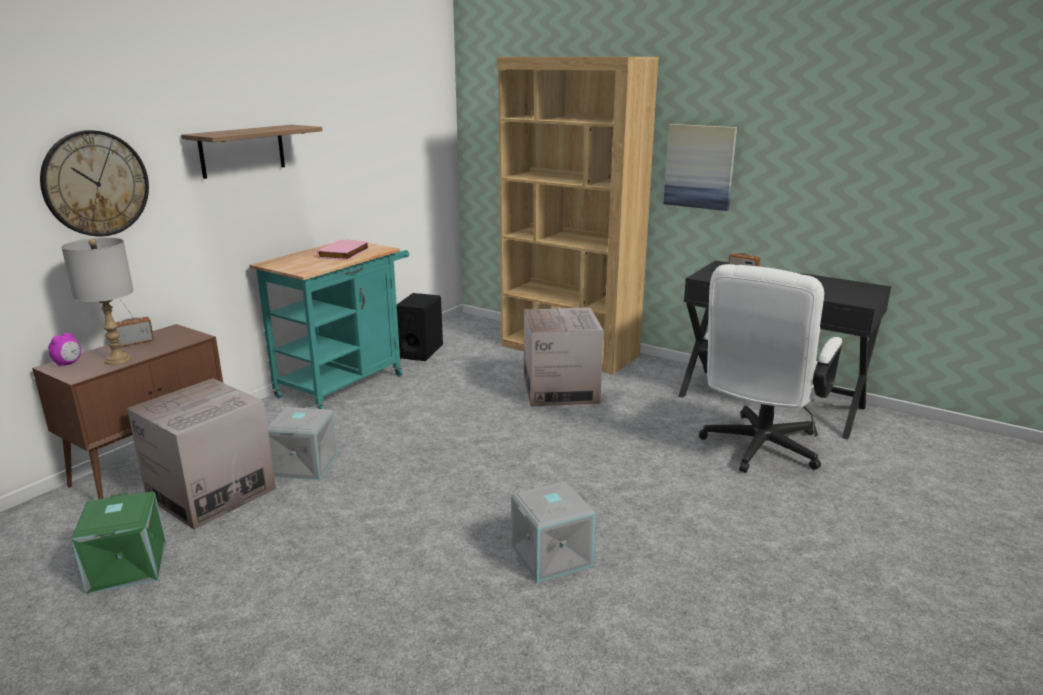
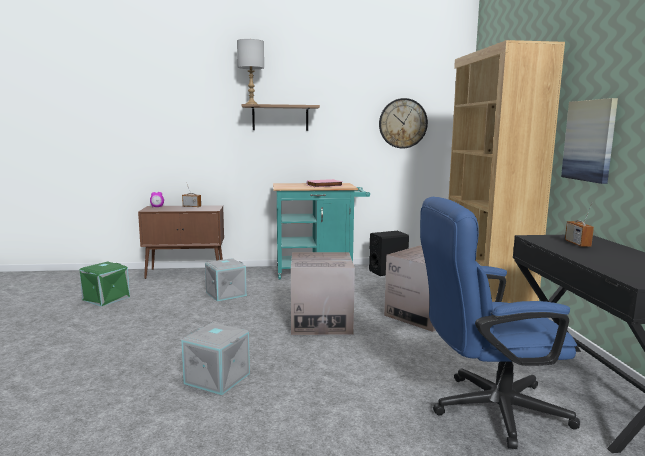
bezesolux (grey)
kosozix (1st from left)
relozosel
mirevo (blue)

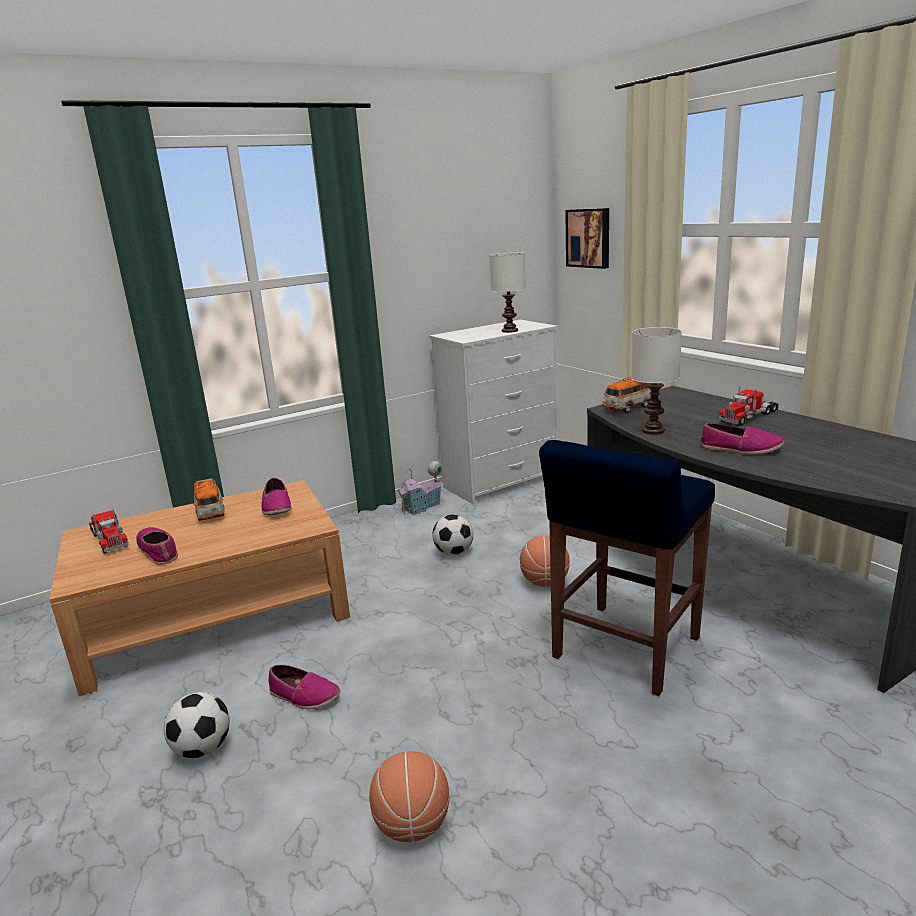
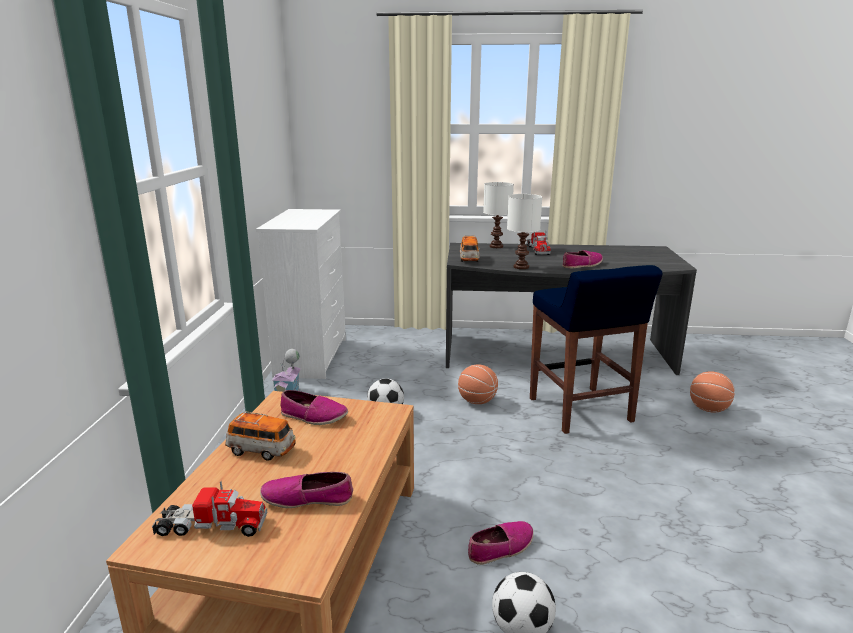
bezesolux (white) (1st from left)
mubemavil (2nd from left)
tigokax

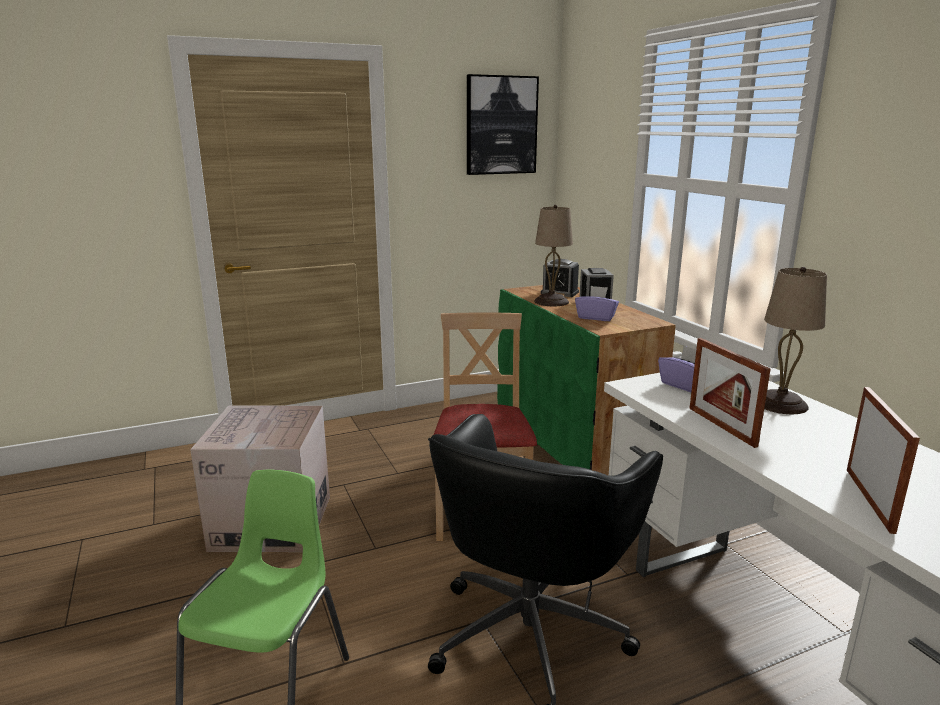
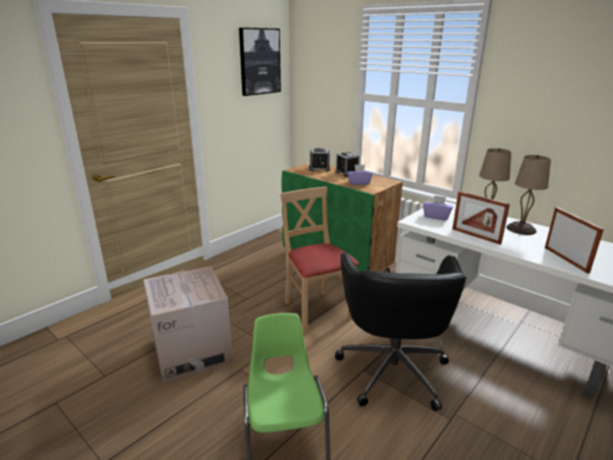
bezesolux (beige) (2nd from left)

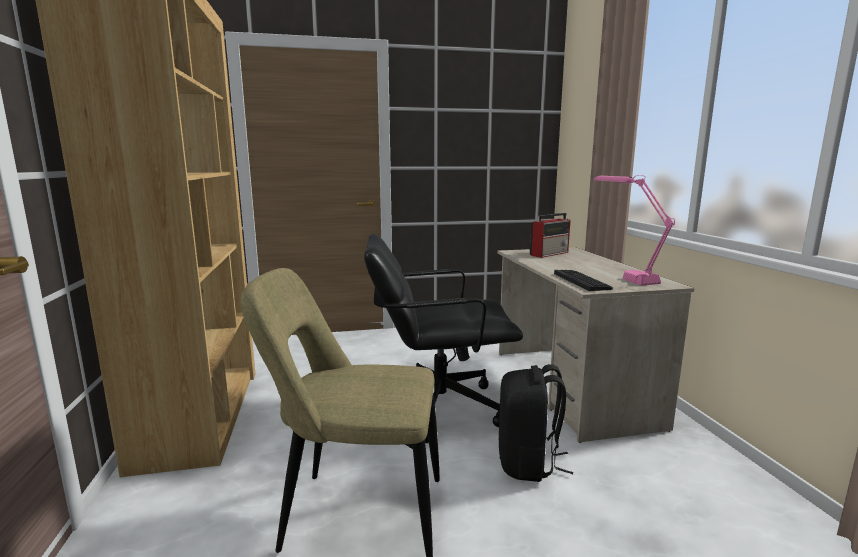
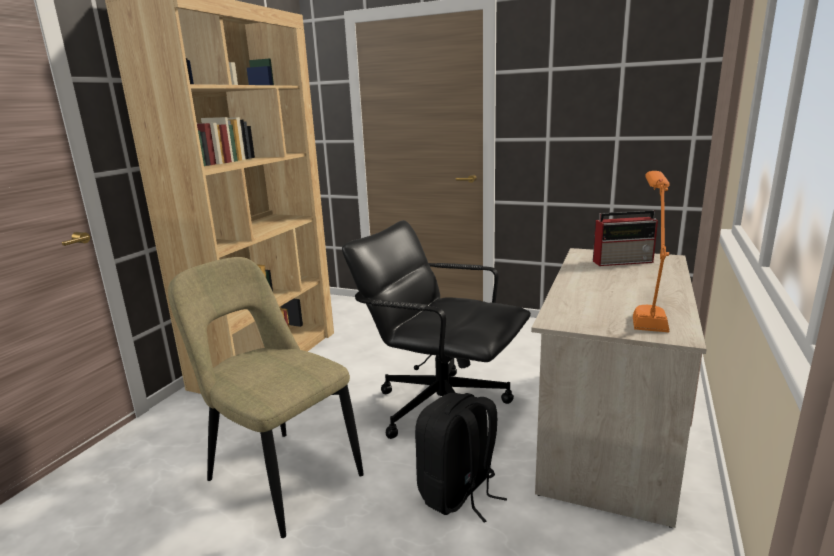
bezesolux (orange)
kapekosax

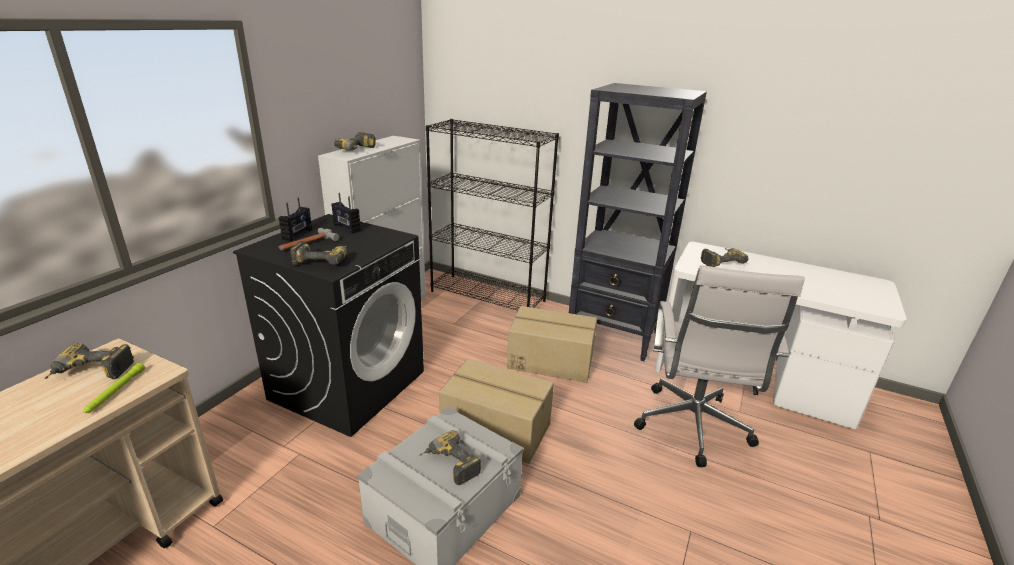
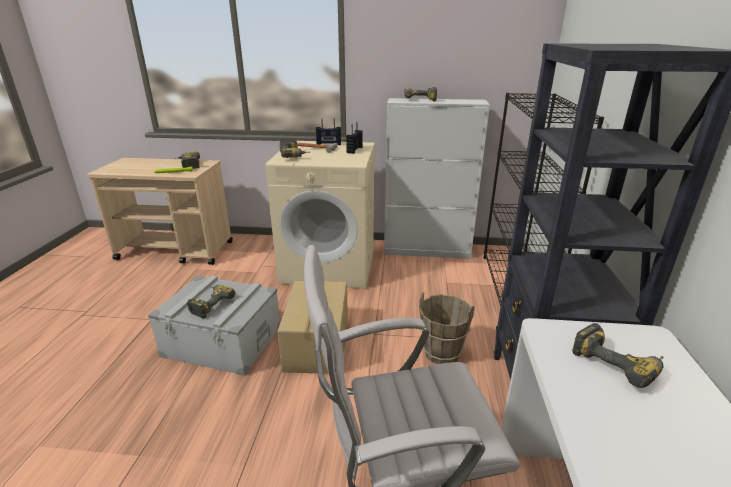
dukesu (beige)
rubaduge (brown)

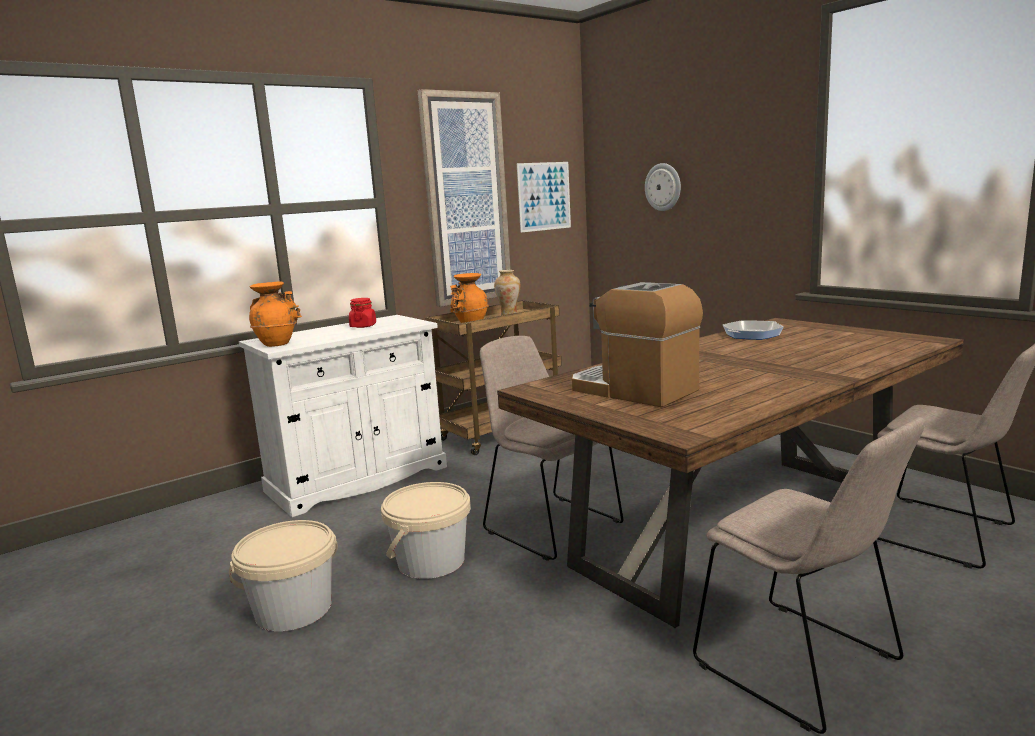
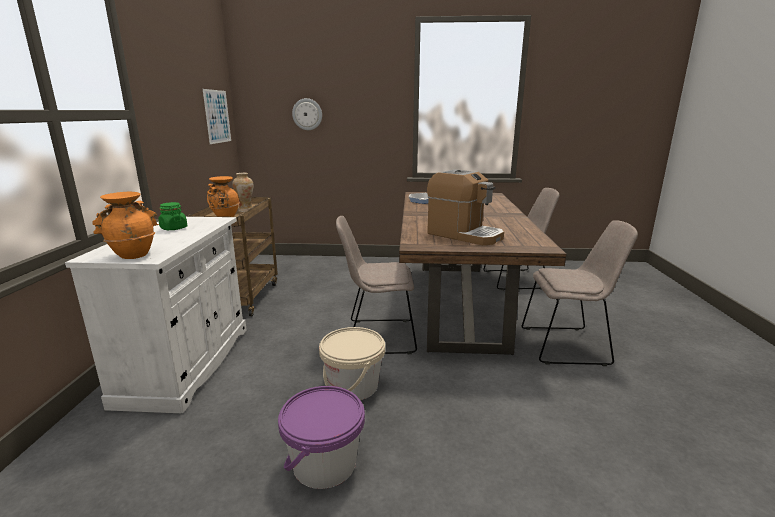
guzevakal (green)
rubaduge (purple)
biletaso
tigokax (1st from left in the first image)

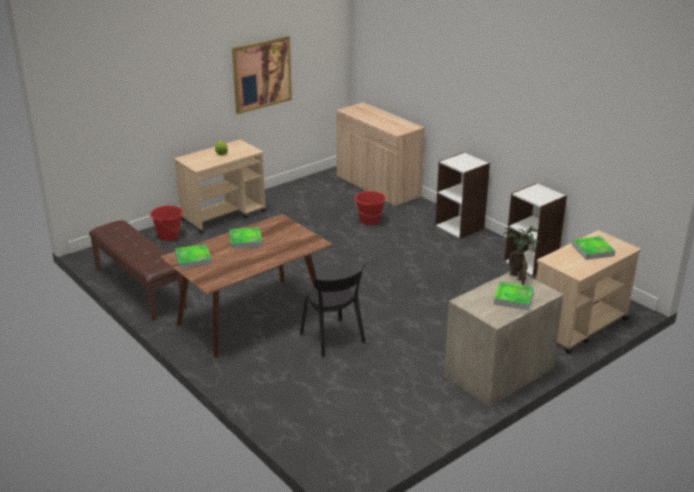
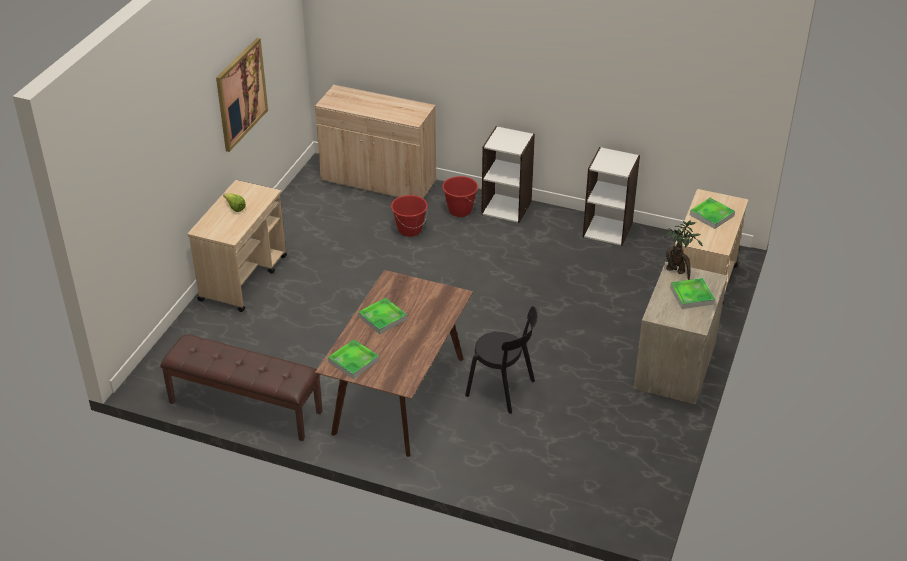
rubaduge (red) (2nd from left)

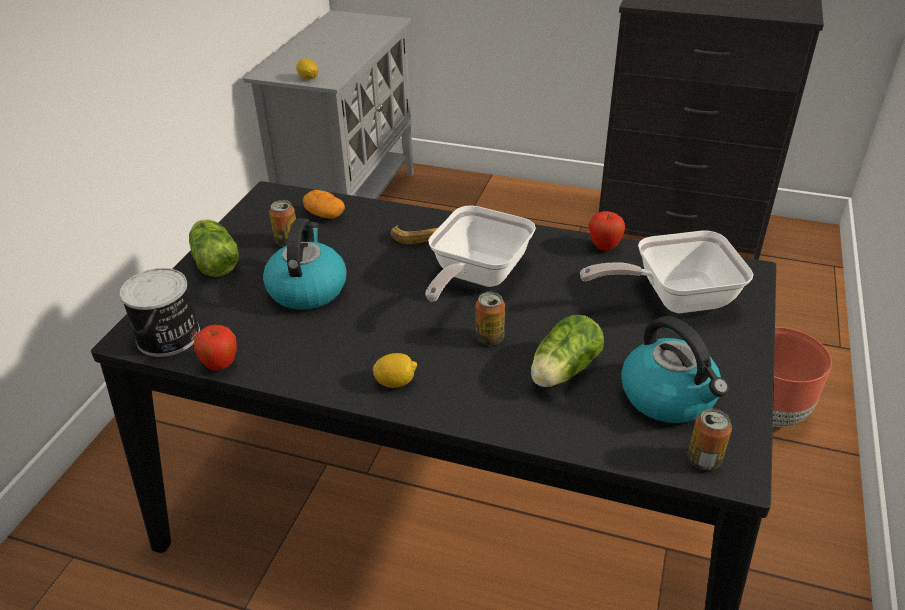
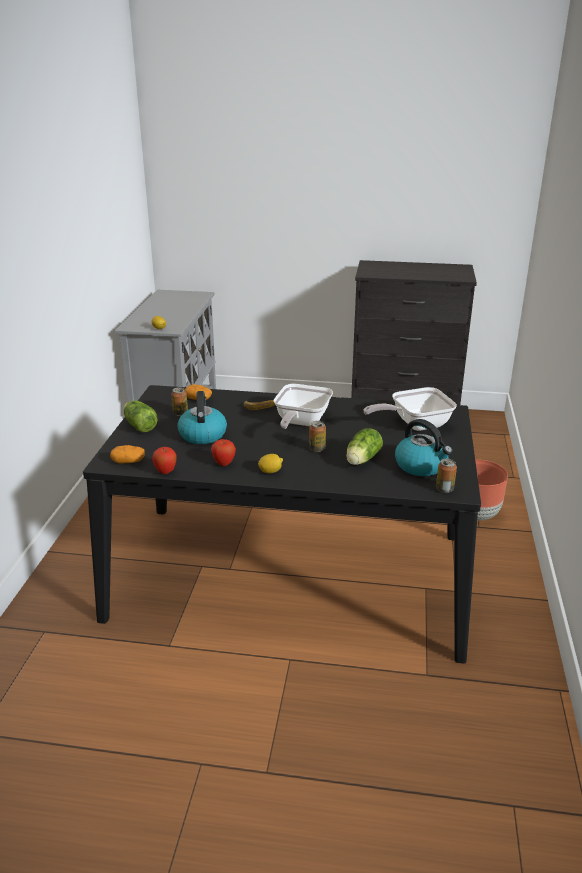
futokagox (1st from left)
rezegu (2nd from left)

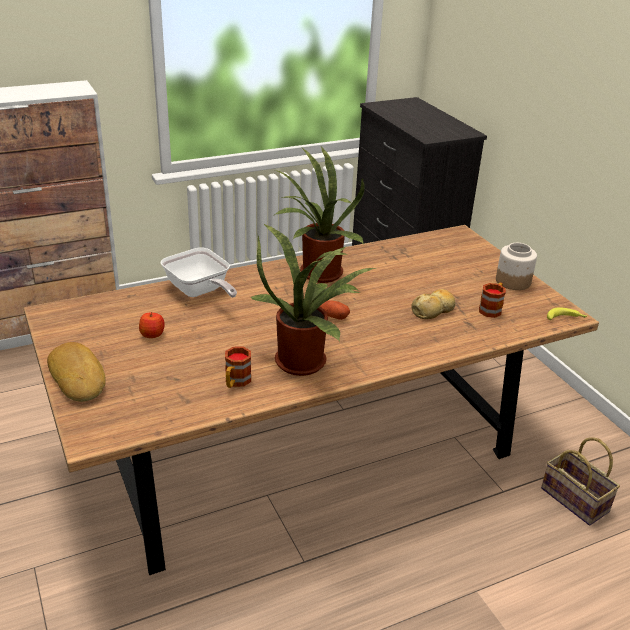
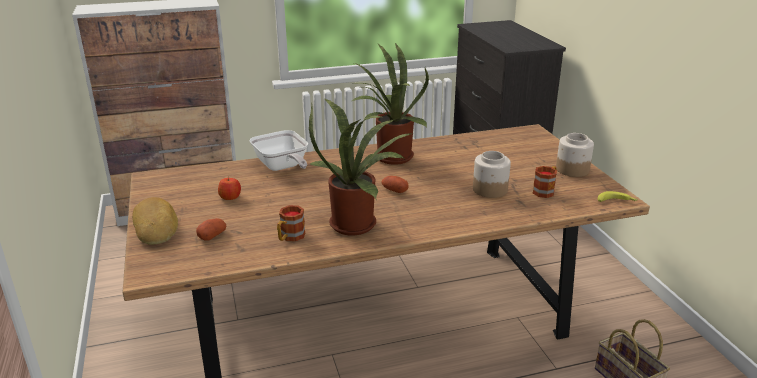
futokagox (1st from left)
guzevakal (1st from left)

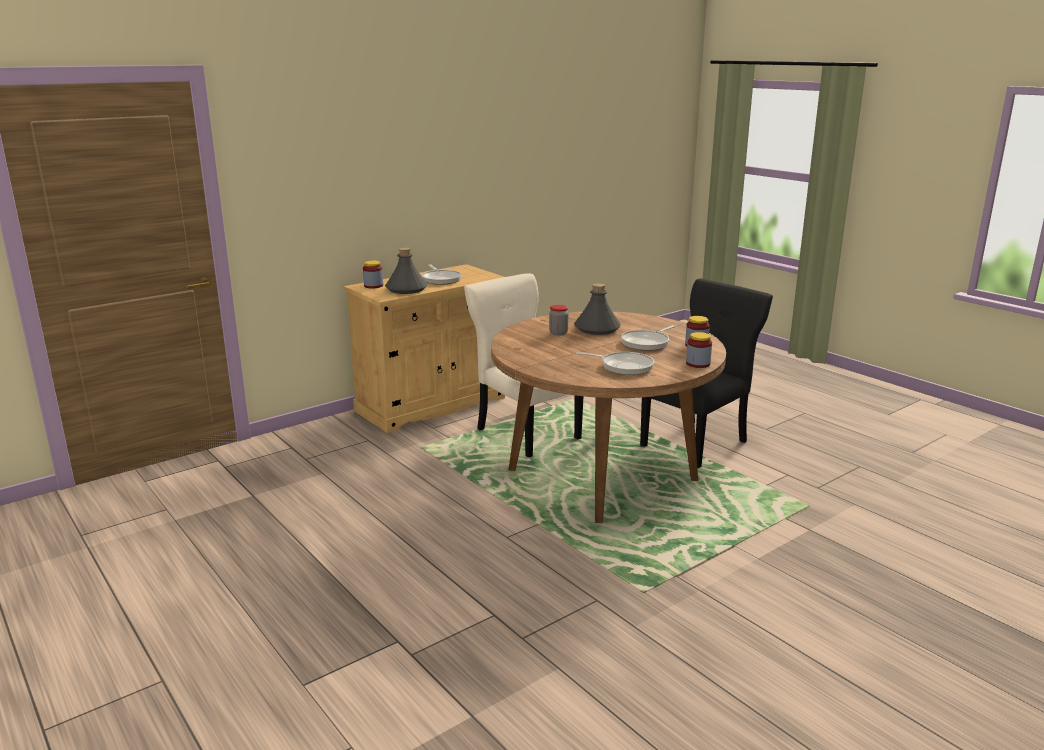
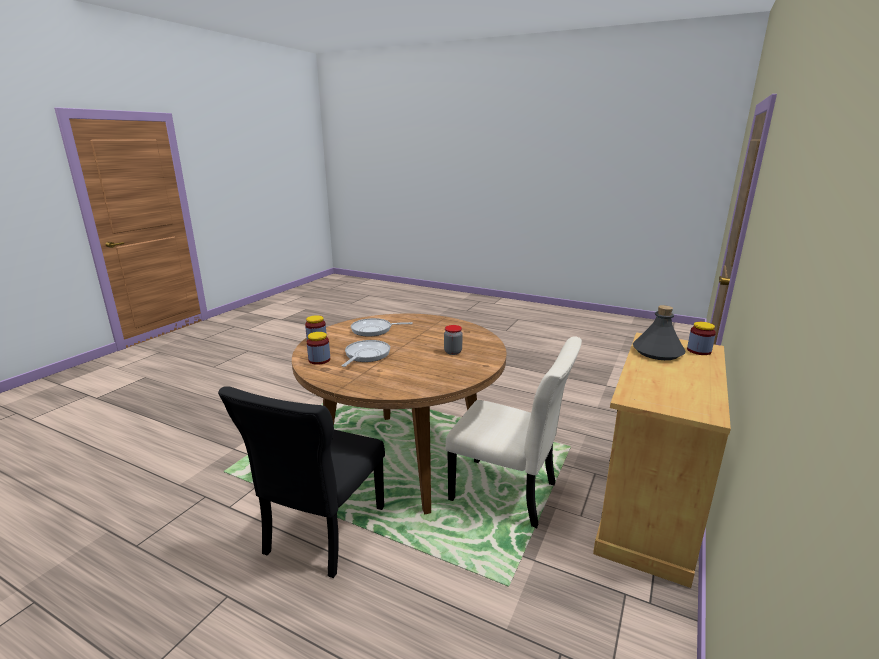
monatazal (1st from left in the first image)
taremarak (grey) (2nd from left in the first image)

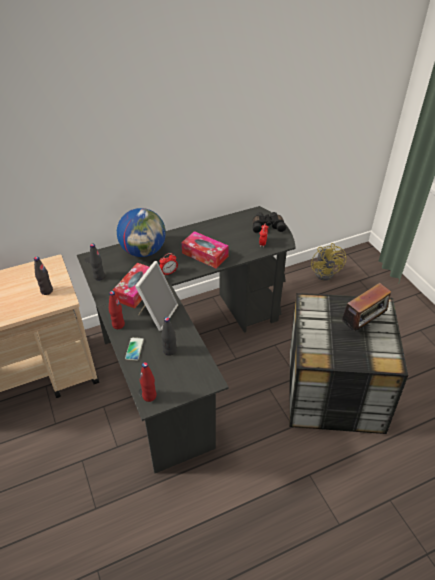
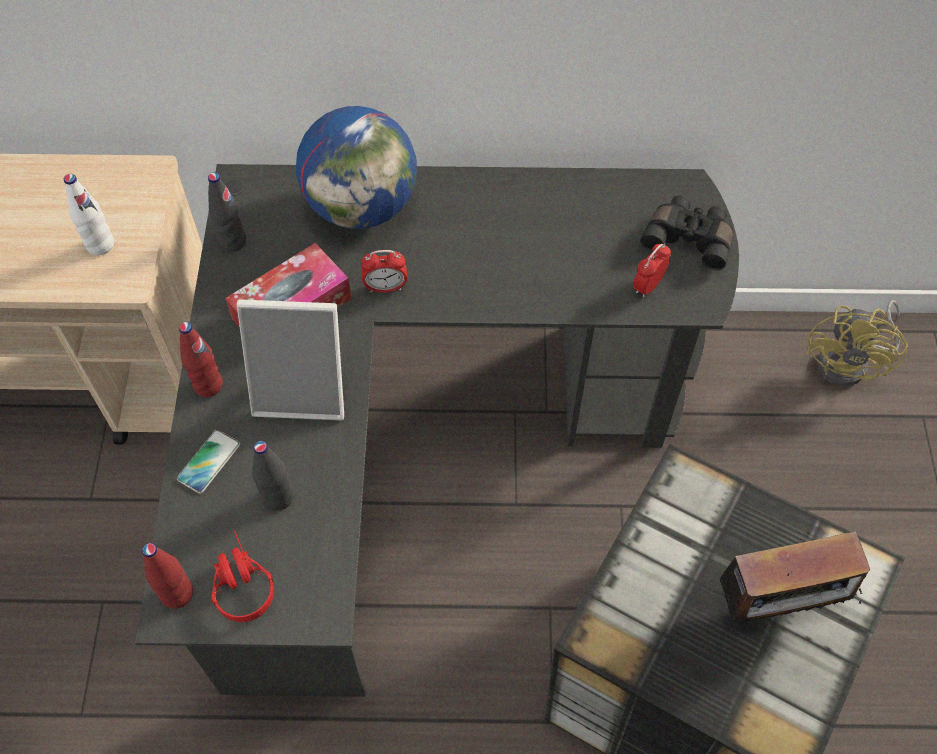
taremarak (white)
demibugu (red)
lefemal
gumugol (2nd from left in the first image)

